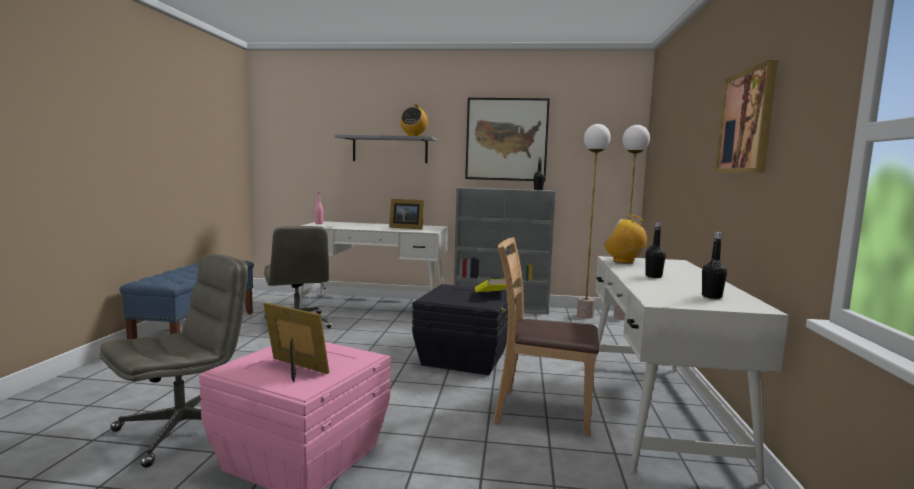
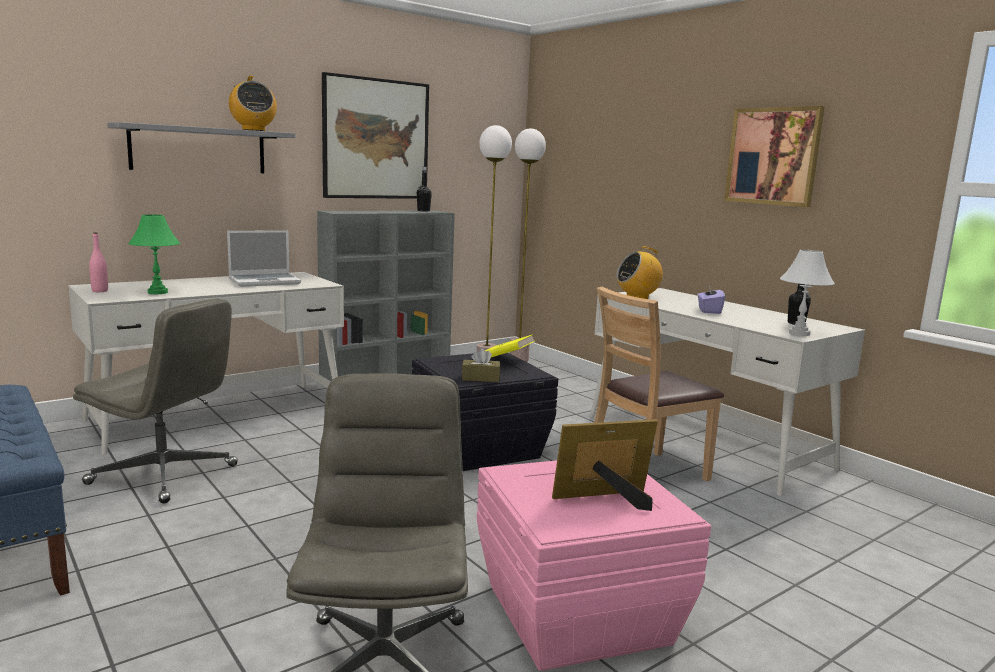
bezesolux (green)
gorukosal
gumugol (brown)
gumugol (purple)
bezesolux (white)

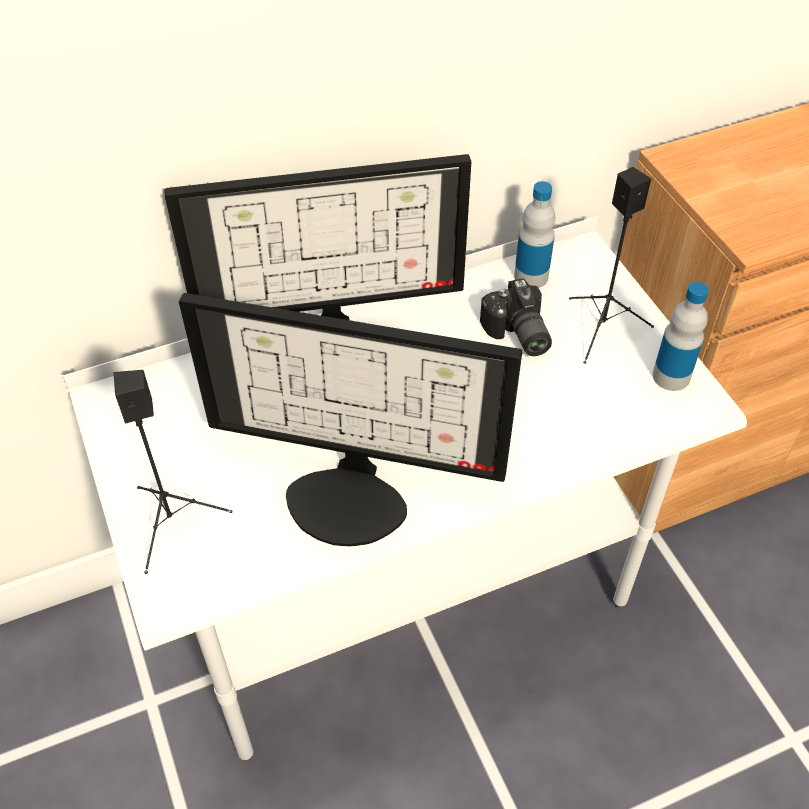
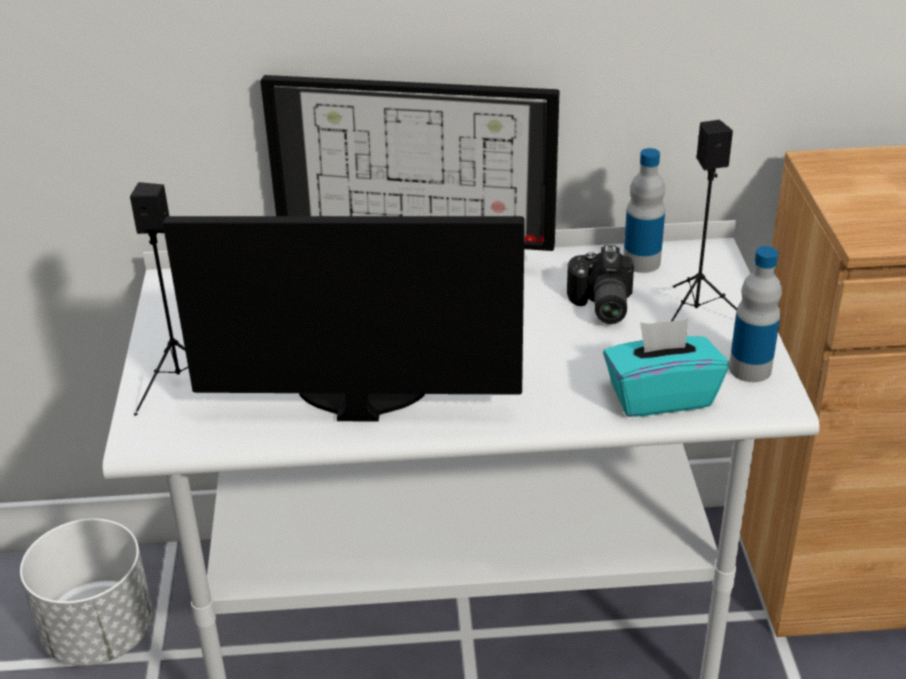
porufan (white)
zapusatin (1st from left)
gumugol (turquoise)

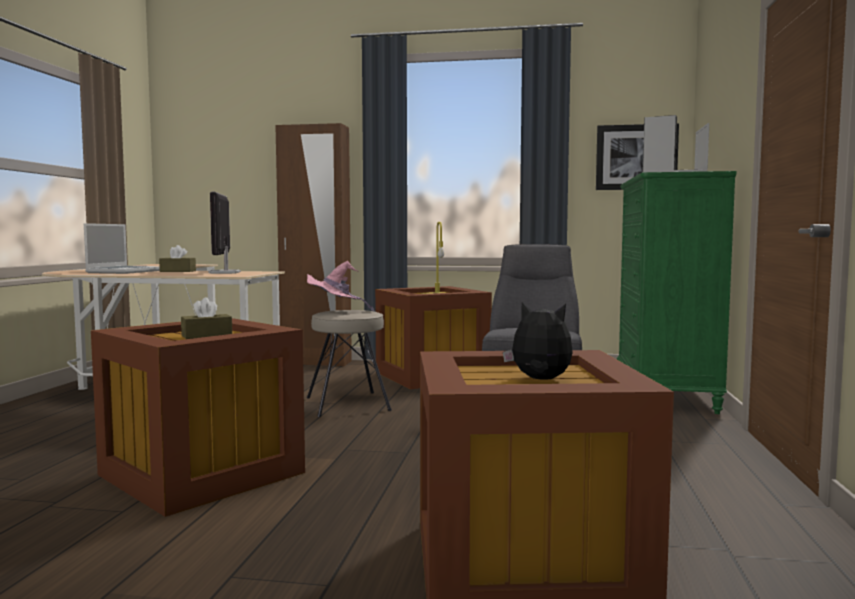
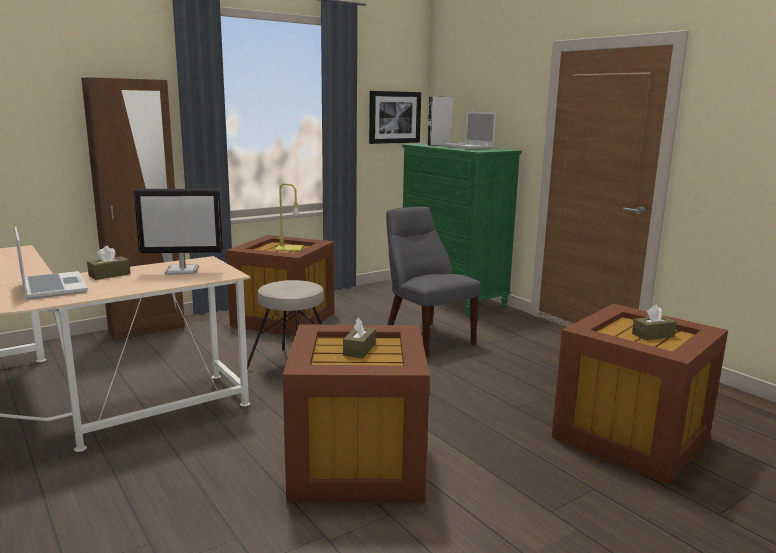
zapusatin
gumugol (brown) (3rd from left)
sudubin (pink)

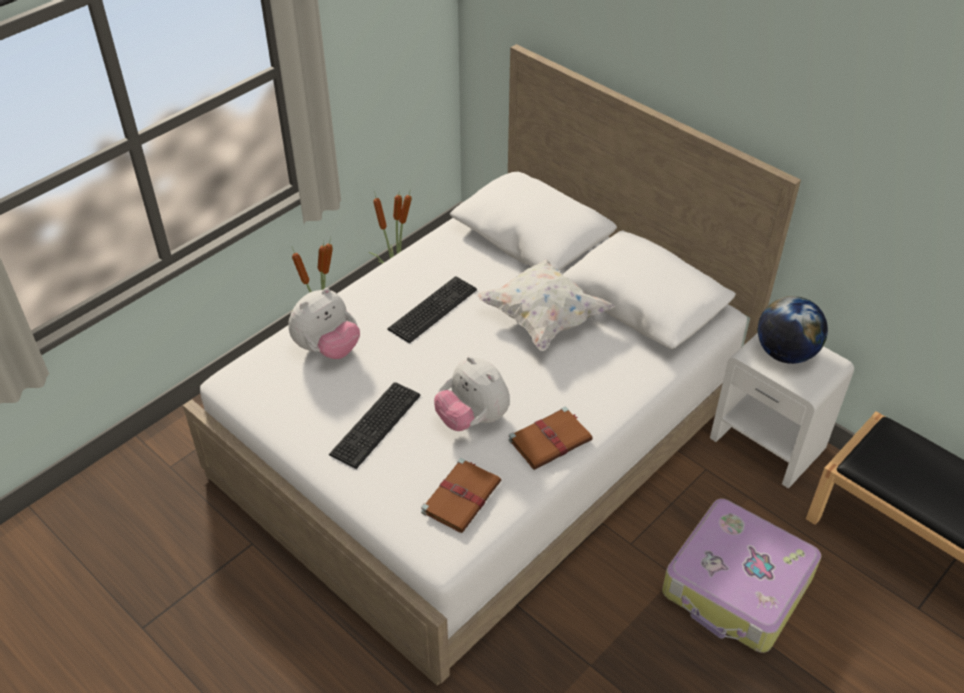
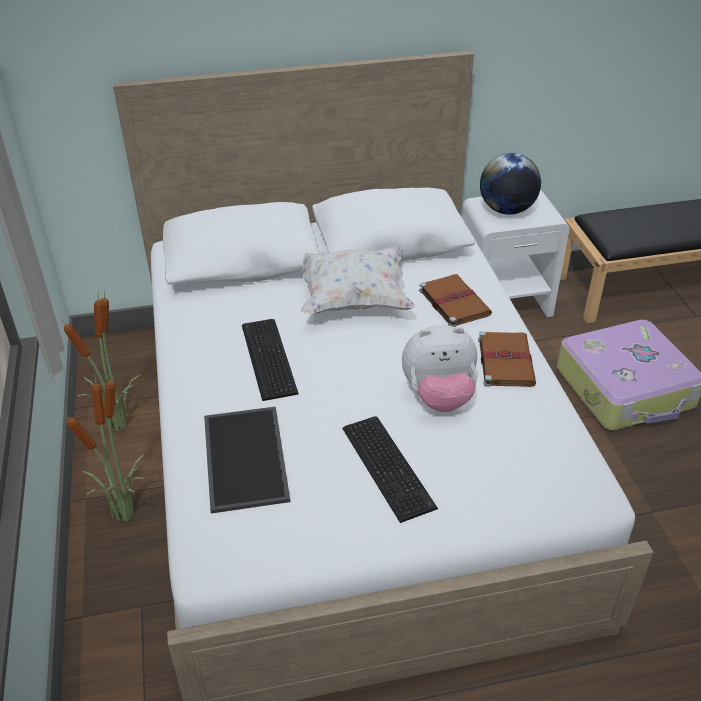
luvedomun
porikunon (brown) (1st from left)

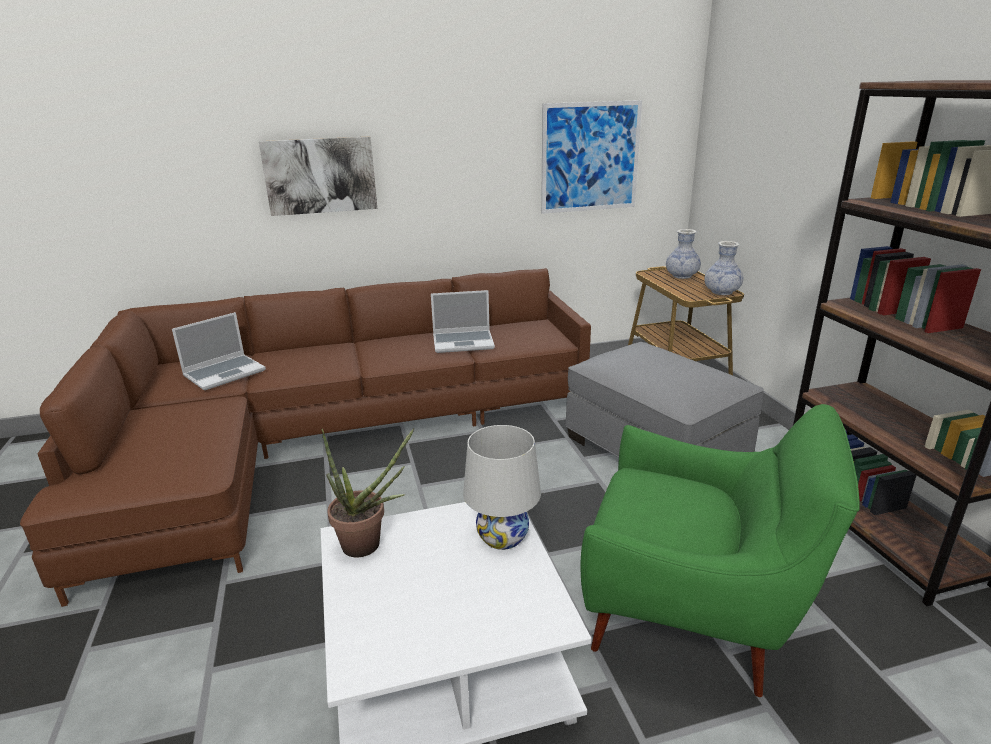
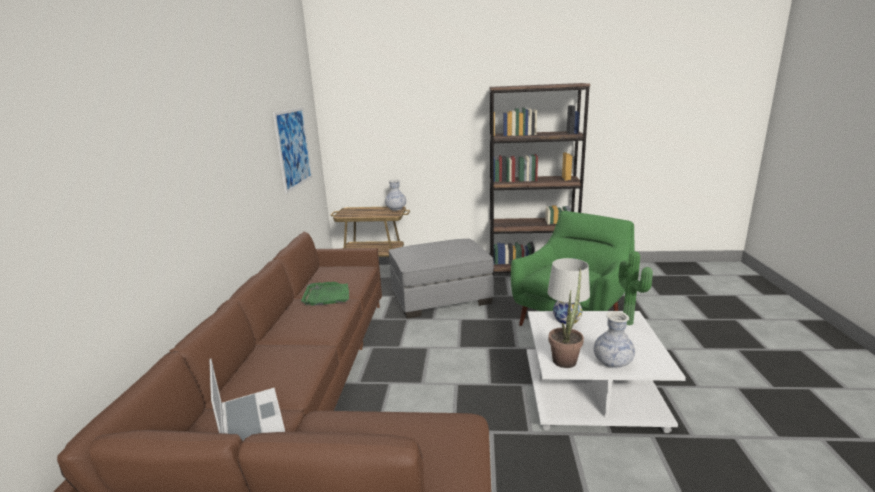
luvedomun (green)
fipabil (2nd from left)
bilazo (2nd from left)
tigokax (1st from left in the first image)

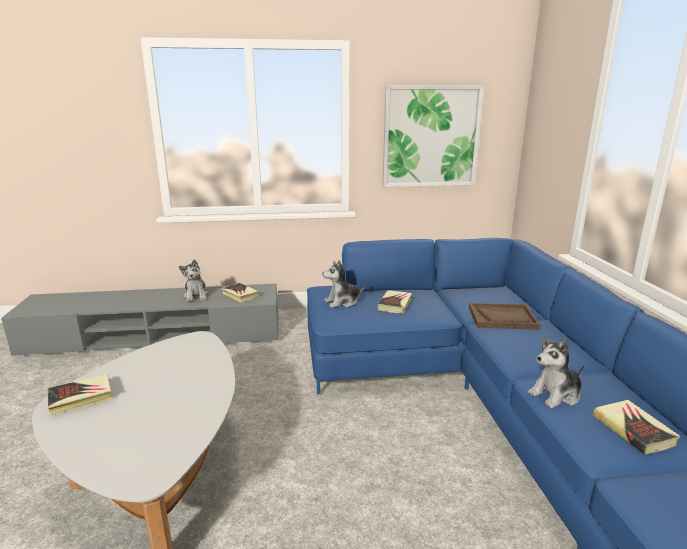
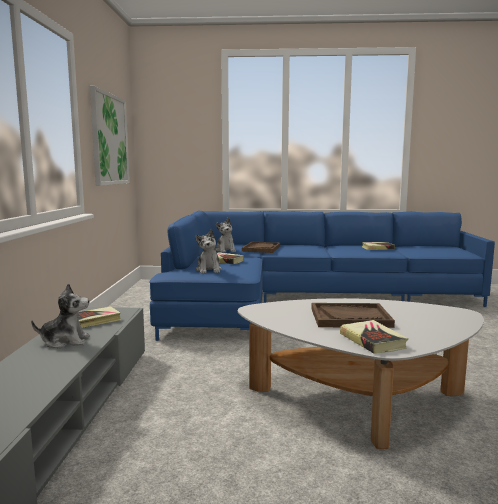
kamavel (3rd from left)
luvedomun (brown) (2nd from left)

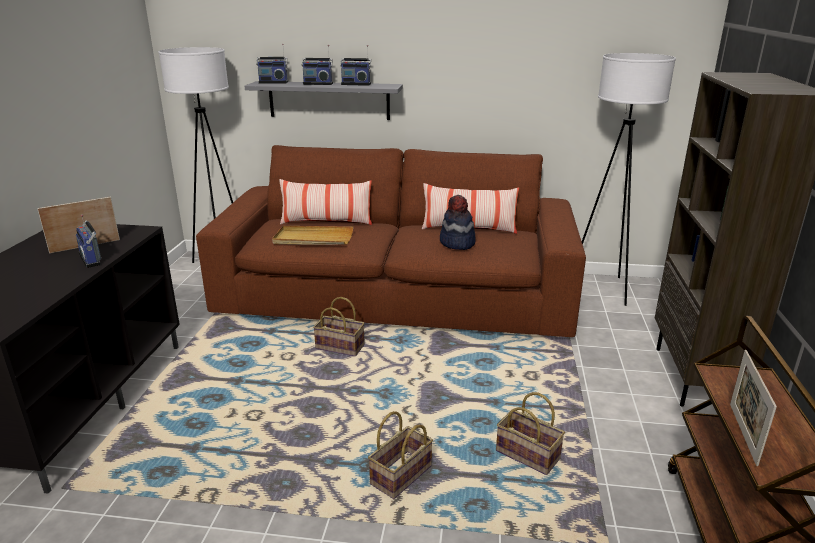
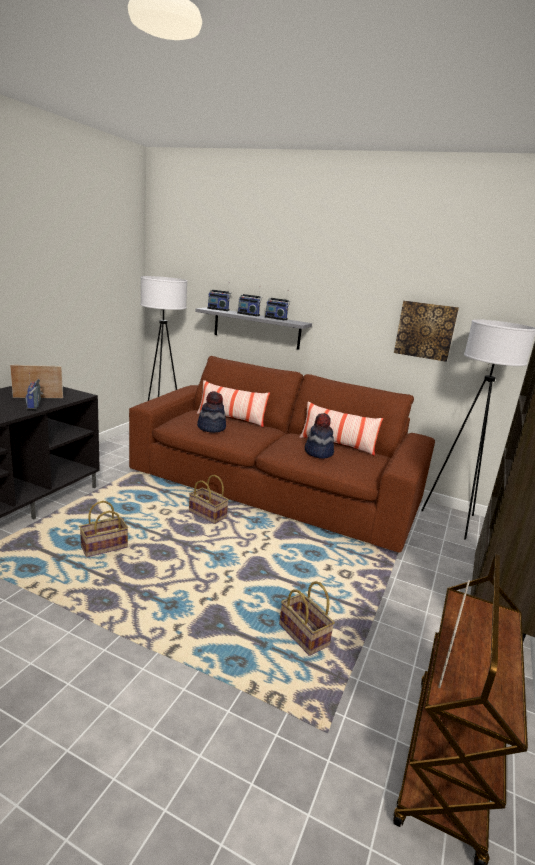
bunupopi (1st from left)
sudubin (1st from left)
tigokax

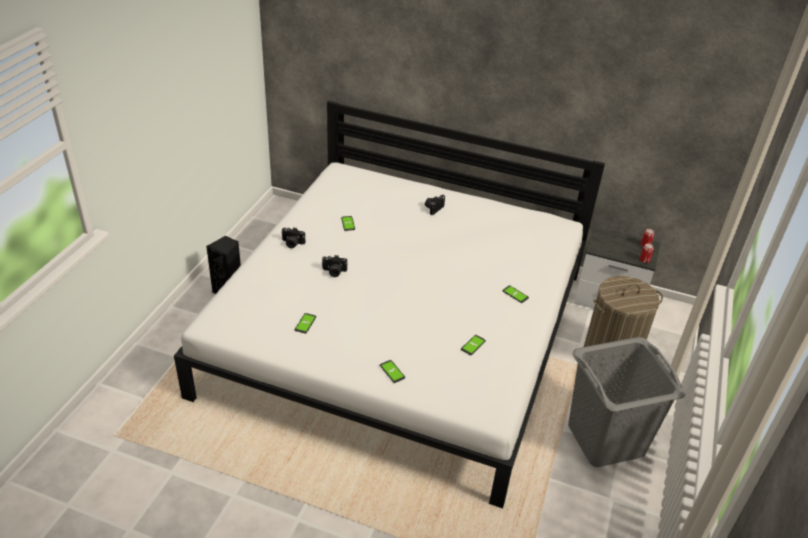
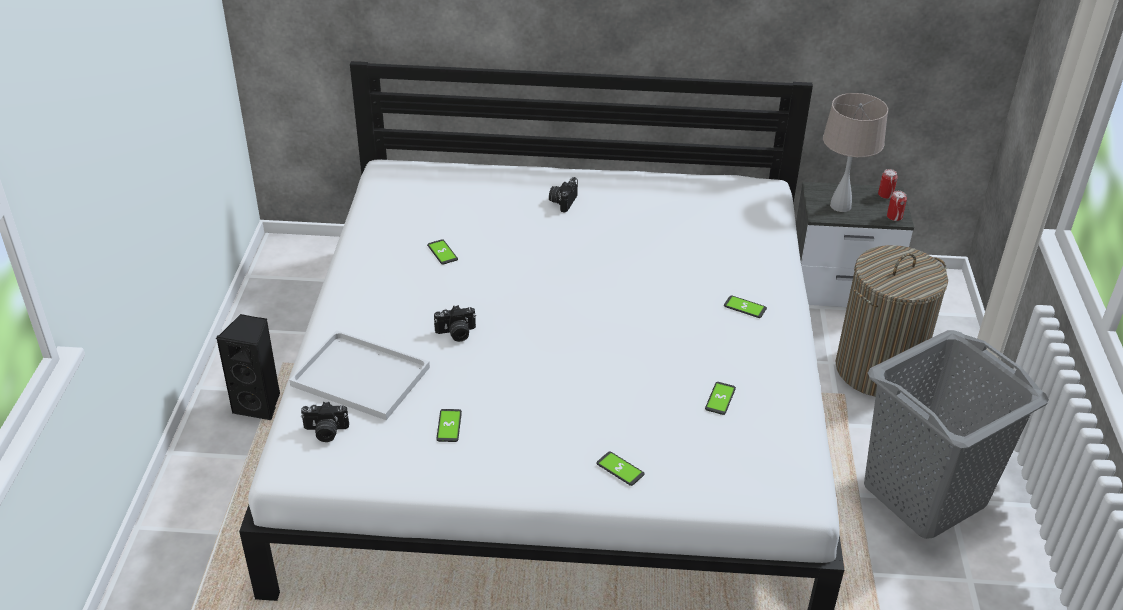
luvedomun (white)
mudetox (1st from left)
bezesolux (beige)

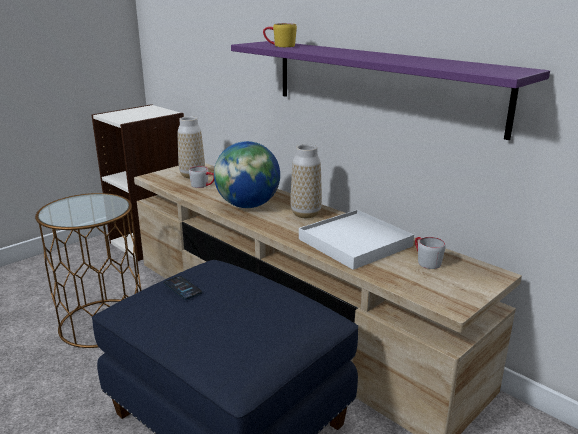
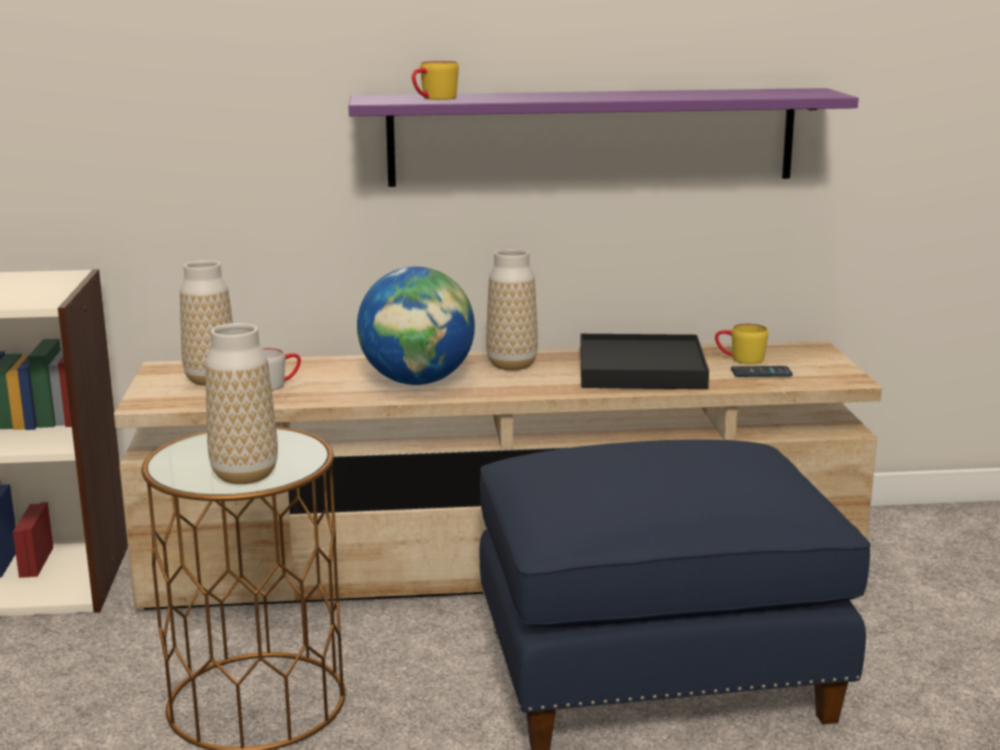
fipabil (2nd from left)
luvedomun (black)
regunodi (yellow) (2nd from left)
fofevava

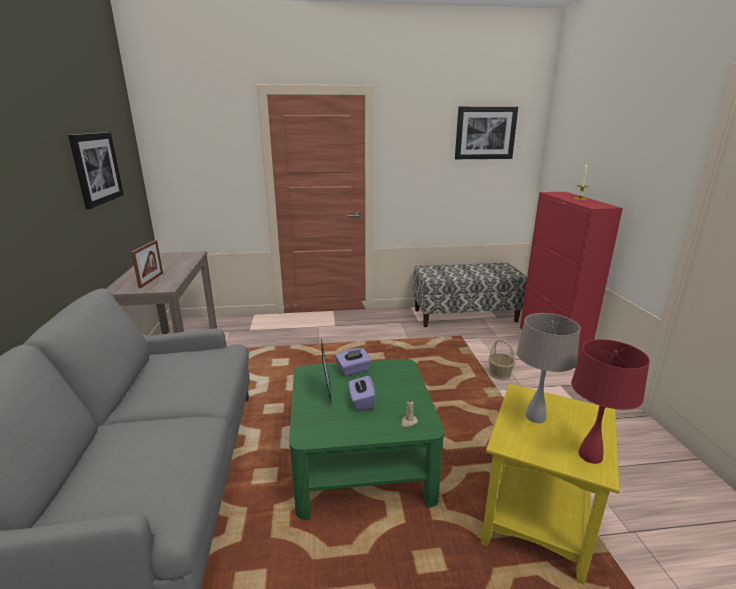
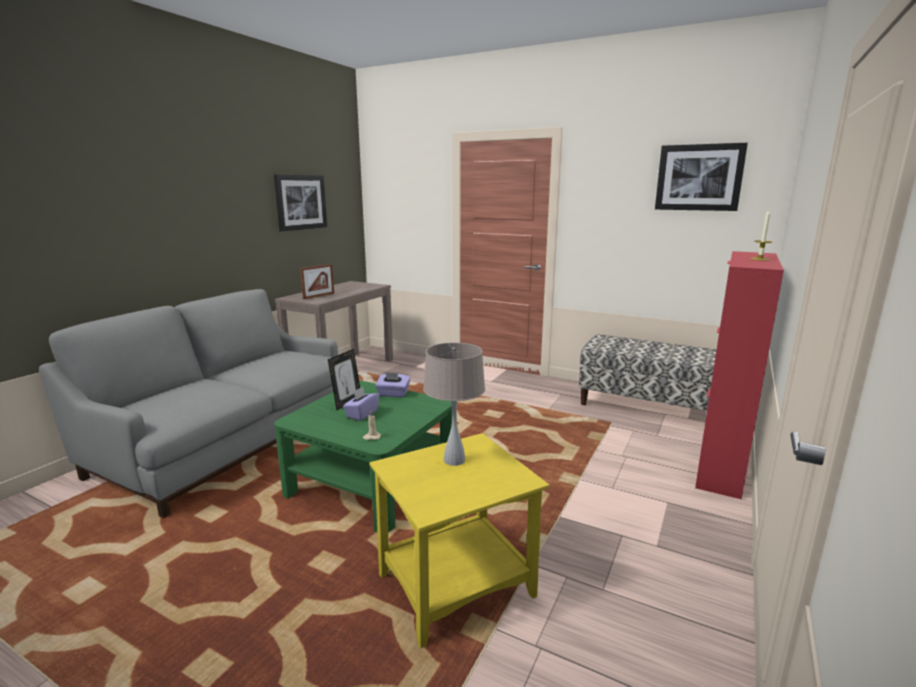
bunupopi
bezesolux (red)

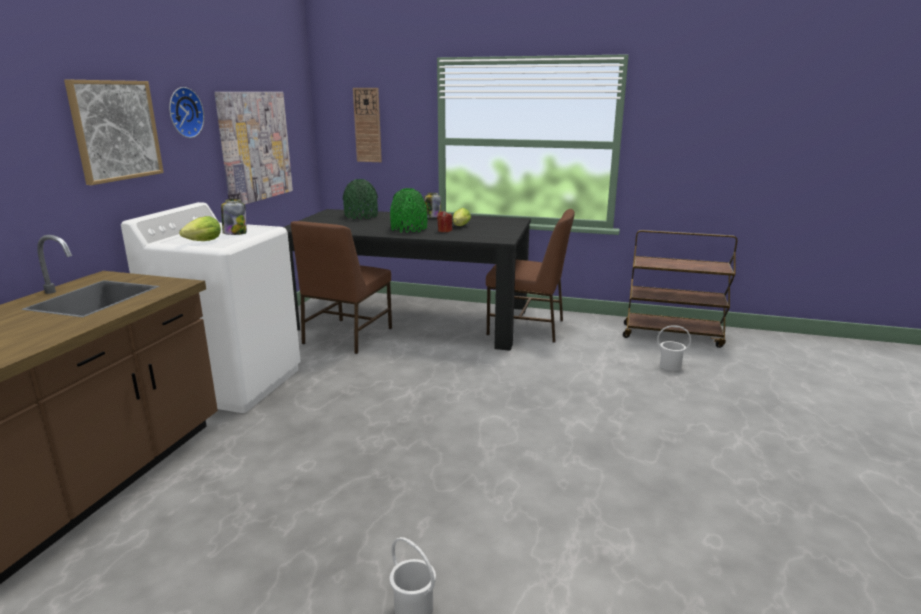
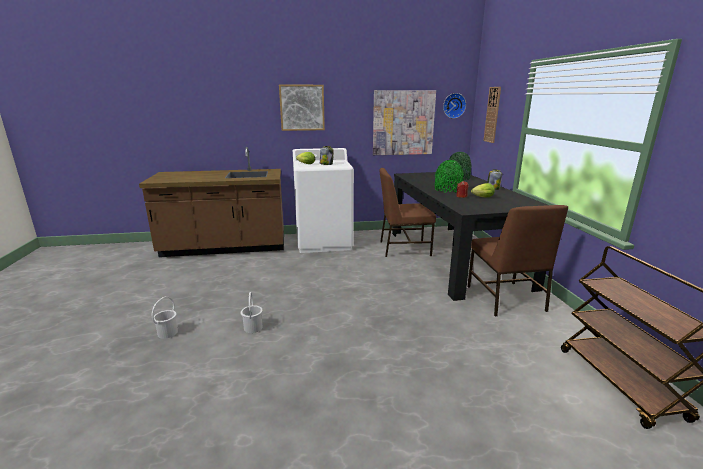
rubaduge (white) (2nd from left)
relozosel (1st from left)

